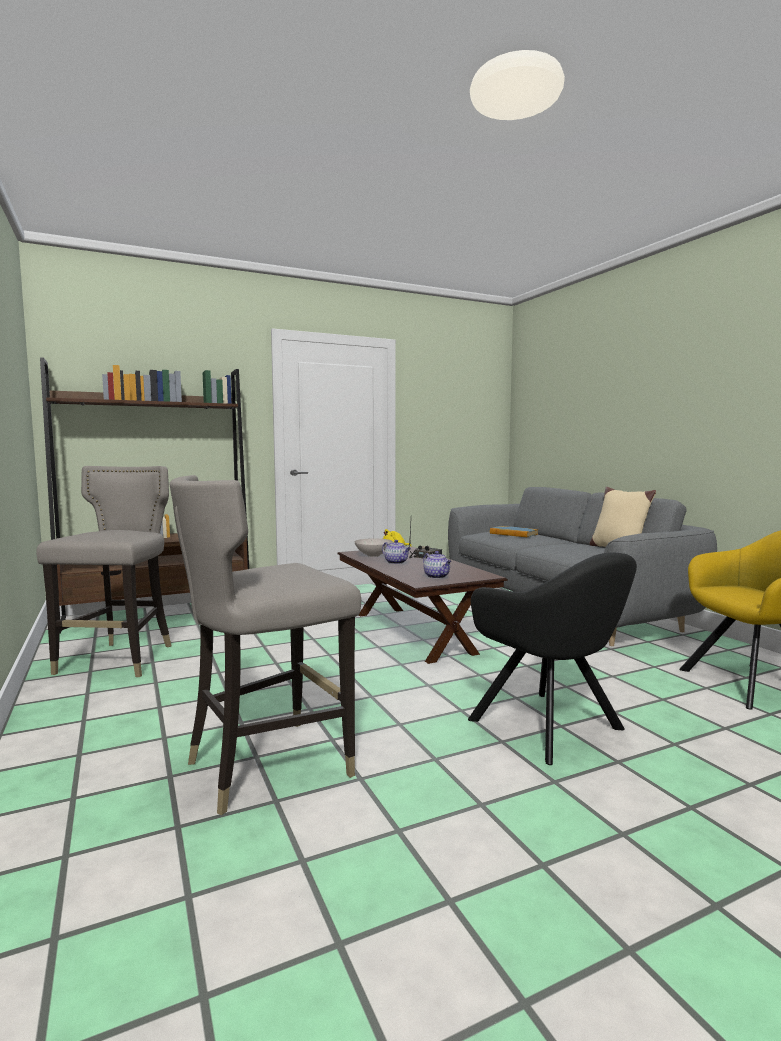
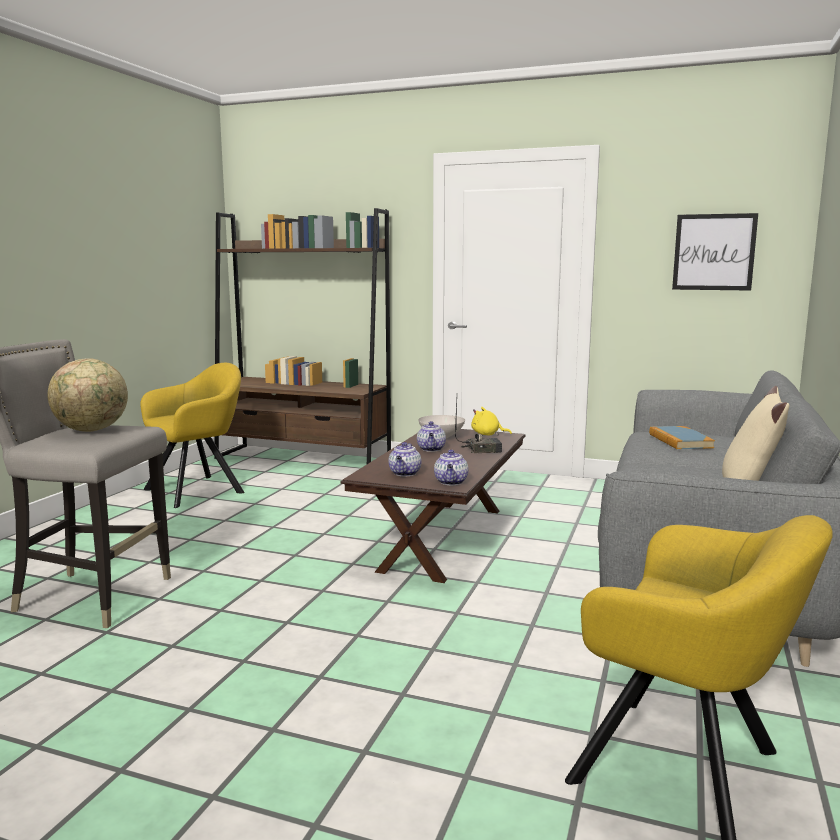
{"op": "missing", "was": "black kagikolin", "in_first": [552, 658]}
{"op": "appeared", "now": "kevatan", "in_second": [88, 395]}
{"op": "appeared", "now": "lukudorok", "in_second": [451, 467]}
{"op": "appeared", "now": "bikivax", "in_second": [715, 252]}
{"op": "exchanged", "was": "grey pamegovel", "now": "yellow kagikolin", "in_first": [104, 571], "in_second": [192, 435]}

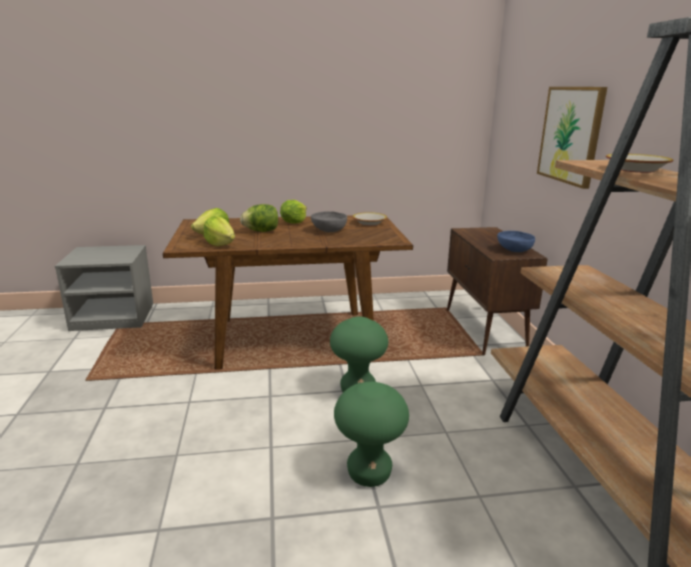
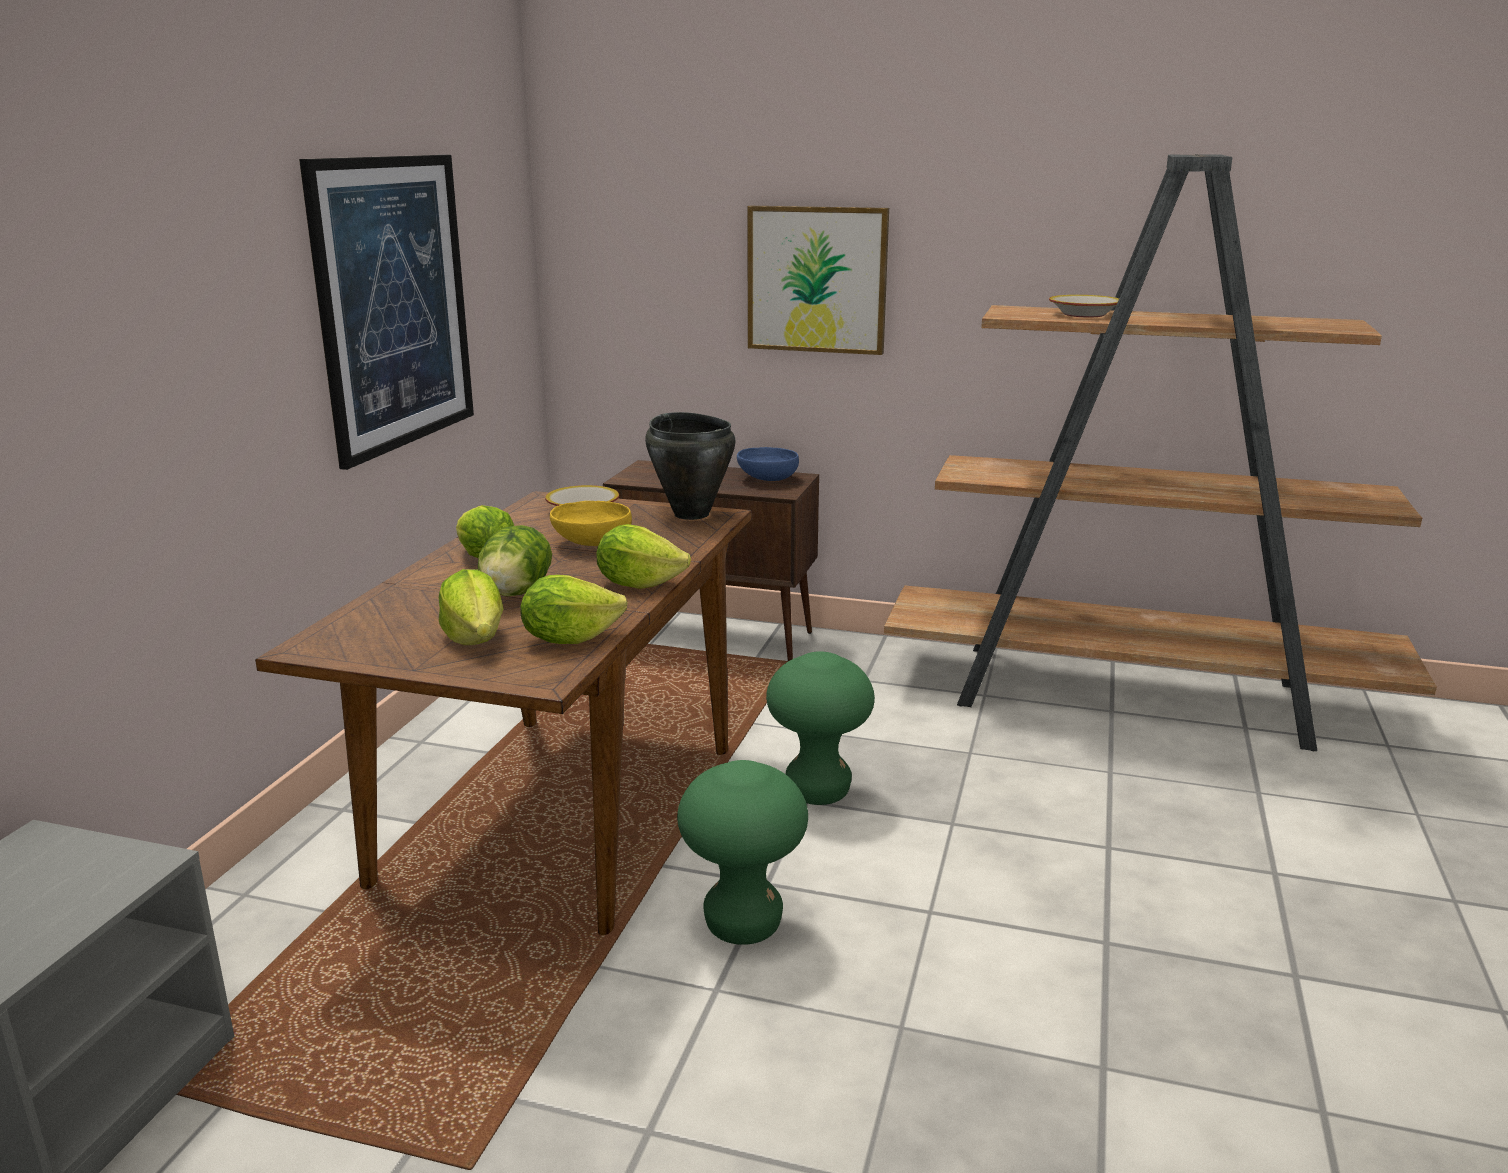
{"op": "appeared", "now": "bikivax", "in_second": [386, 312]}
{"op": "appeared", "now": "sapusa", "in_second": [643, 556]}
{"op": "appeared", "now": "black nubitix", "in_second": [690, 466]}
{"op": "relocated", "was": "green pamegovel", "in_first": [371, 434], "in_second": [742, 852]}
{"op": "colour", "was": "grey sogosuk", "now": "yellow sogosuk", "in_first": [329, 221], "in_second": [591, 523]}

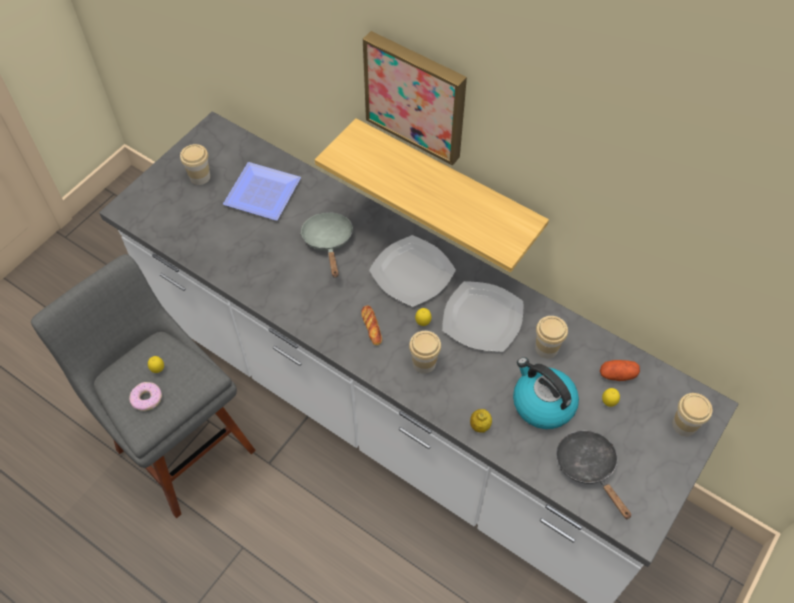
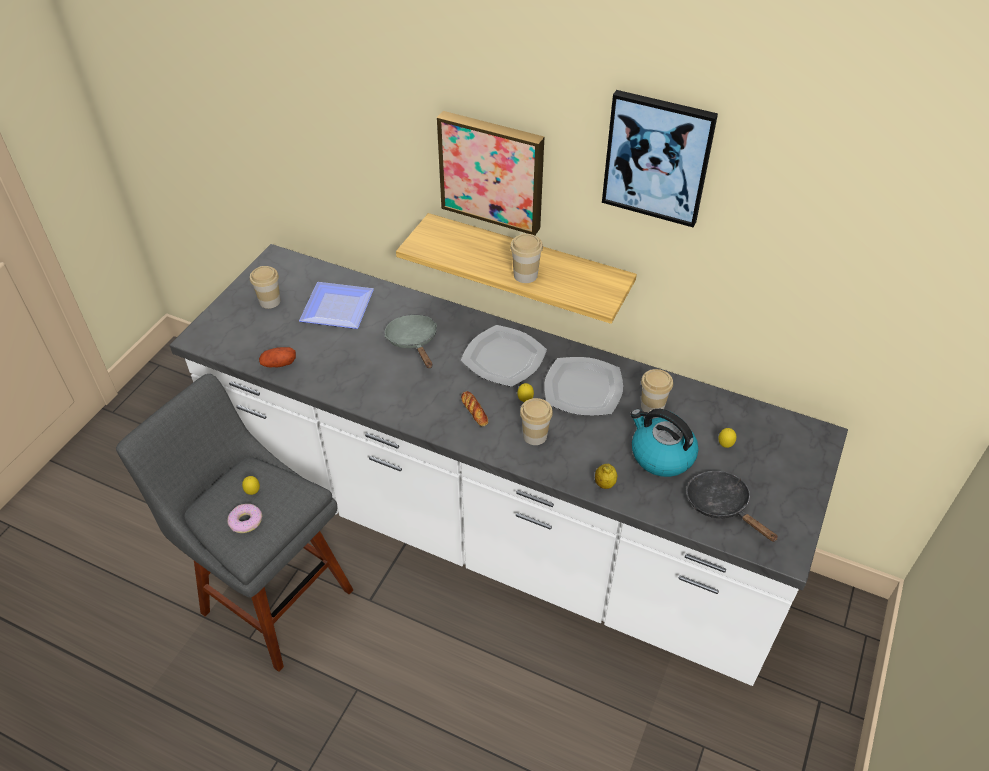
{"op": "appeared", "now": "bikivax", "in_second": [660, 159]}
{"op": "relocated", "was": "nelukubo", "in_first": [620, 370], "in_second": [277, 357]}
{"op": "relocated", "was": "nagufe", "in_first": [692, 414], "in_second": [526, 258]}

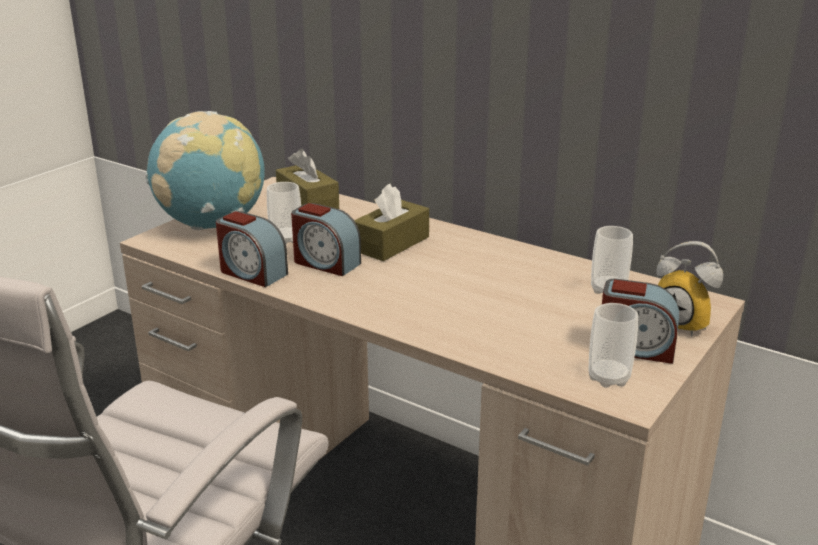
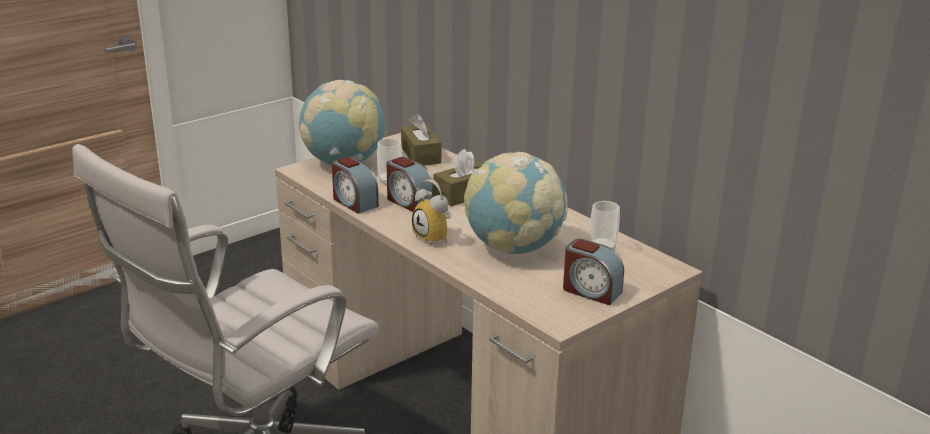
{"op": "missing", "was": "nagufe", "in_first": [613, 345]}
{"op": "appeared", "now": "kevatan", "in_second": [516, 203]}
{"op": "relocated", "was": "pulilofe", "in_first": [689, 289], "in_second": [432, 212]}

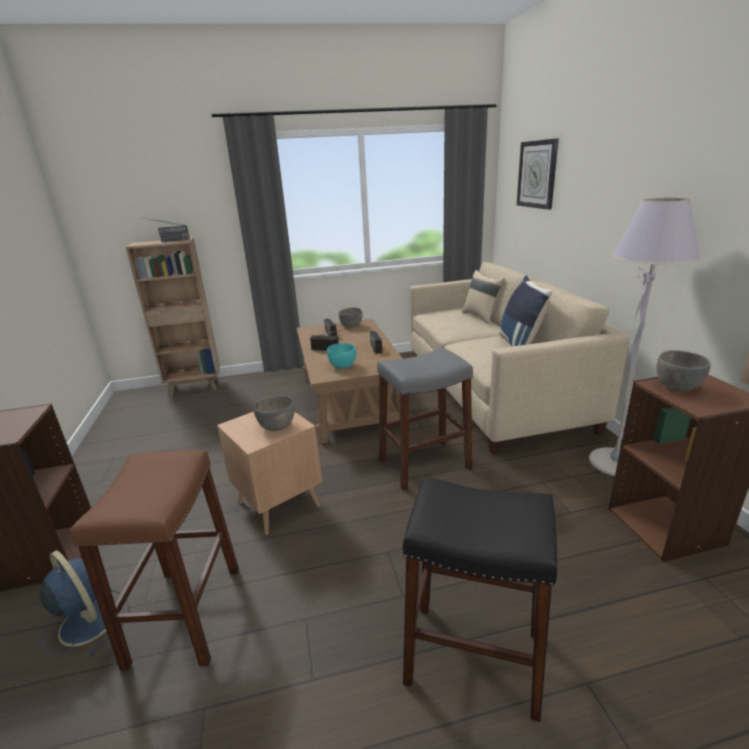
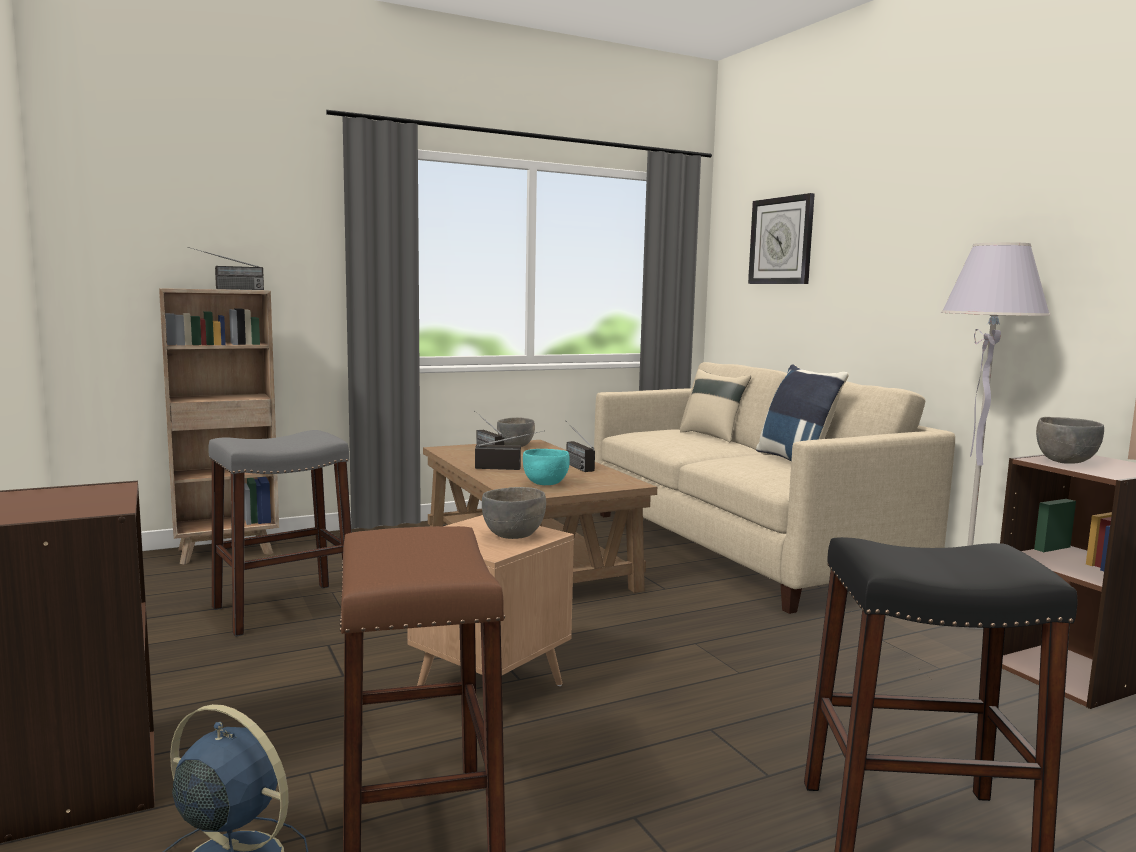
{"op": "relocated", "was": "grey pamegovel", "in_first": [425, 419], "in_second": [280, 533]}

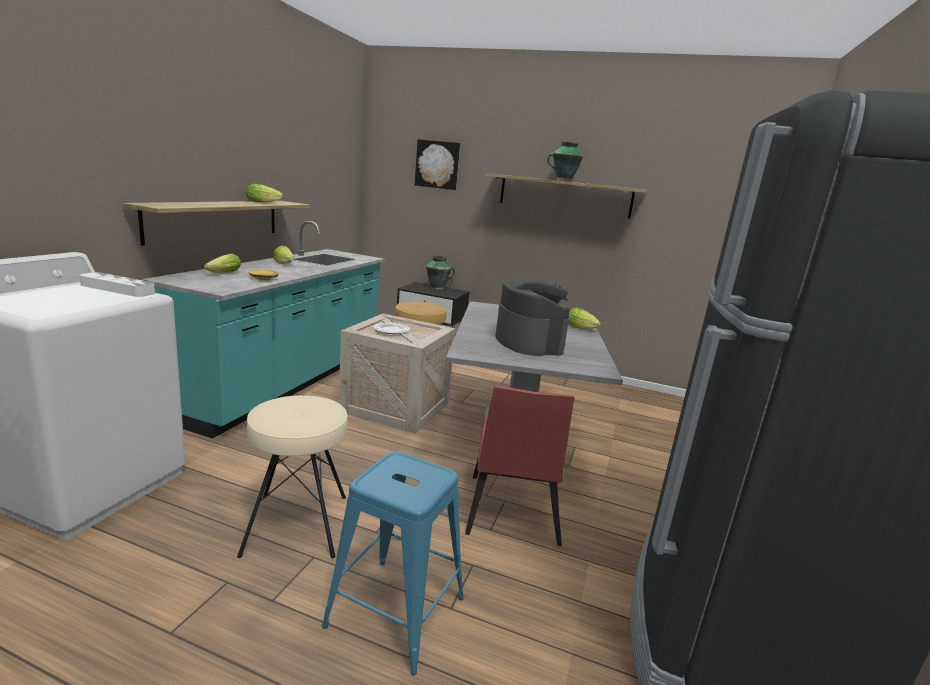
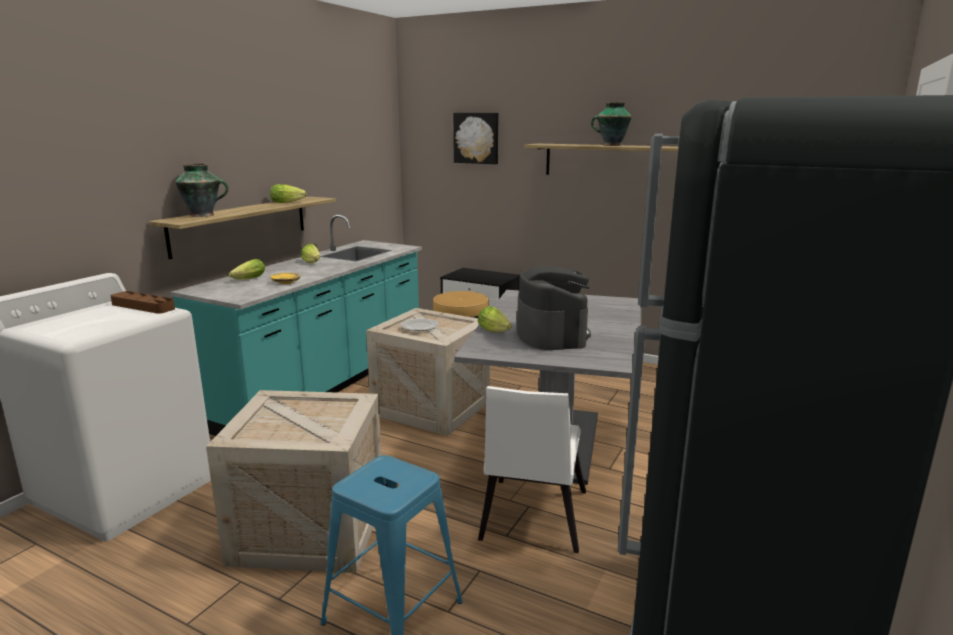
{"op": "relocated", "was": "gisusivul", "in_first": [440, 273], "in_second": [202, 190]}
{"op": "relocated", "was": "sapusa", "in_first": [584, 318], "in_second": [495, 319]}
{"op": "exchanged", "was": "beige pamegovel", "now": "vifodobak", "in_first": [292, 476], "in_second": [294, 481]}
{"op": "colour", "was": "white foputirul", "now": "brown foputirul", "in_first": [117, 284], "in_second": [142, 302]}
{"op": "colour", "was": "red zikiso", "now": "white zikiso", "in_first": [520, 465], "in_second": [532, 469]}

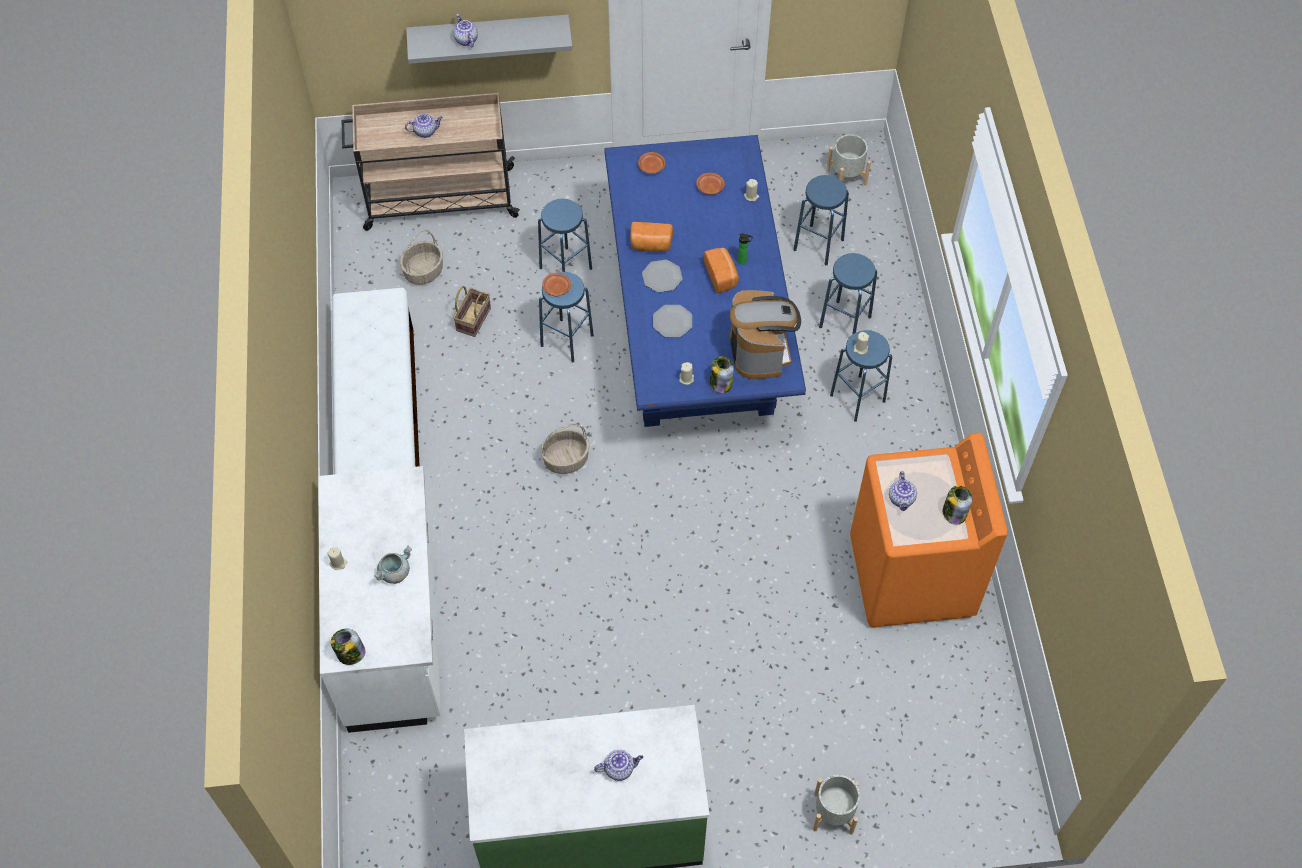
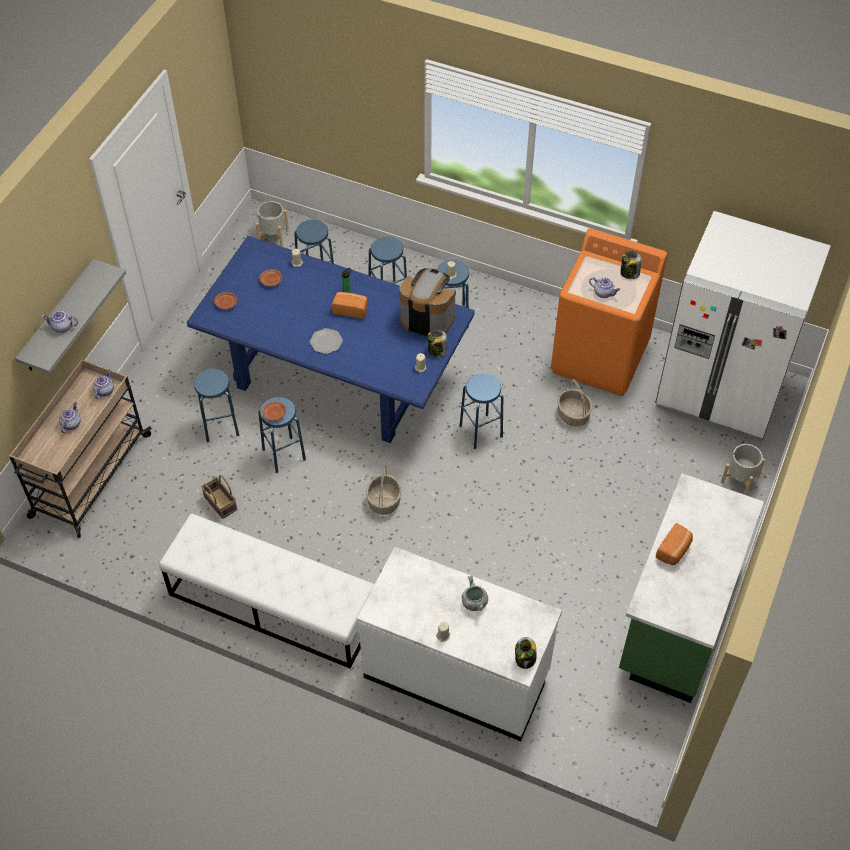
{"op": "missing", "was": "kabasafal", "in_first": [672, 321]}
{"op": "appeared", "now": "blue pamegovel", "in_second": [481, 411]}
{"op": "appeared", "now": "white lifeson", "in_second": [743, 327]}
{"op": "relocated", "was": "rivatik", "in_first": [421, 257], "in_second": [575, 402]}
{"op": "relocated", "was": "lukudorok", "in_first": [618, 765], "in_second": [103, 384]}
{"op": "relocated", "was": "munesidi", "in_first": [651, 237], "in_second": [674, 544]}

